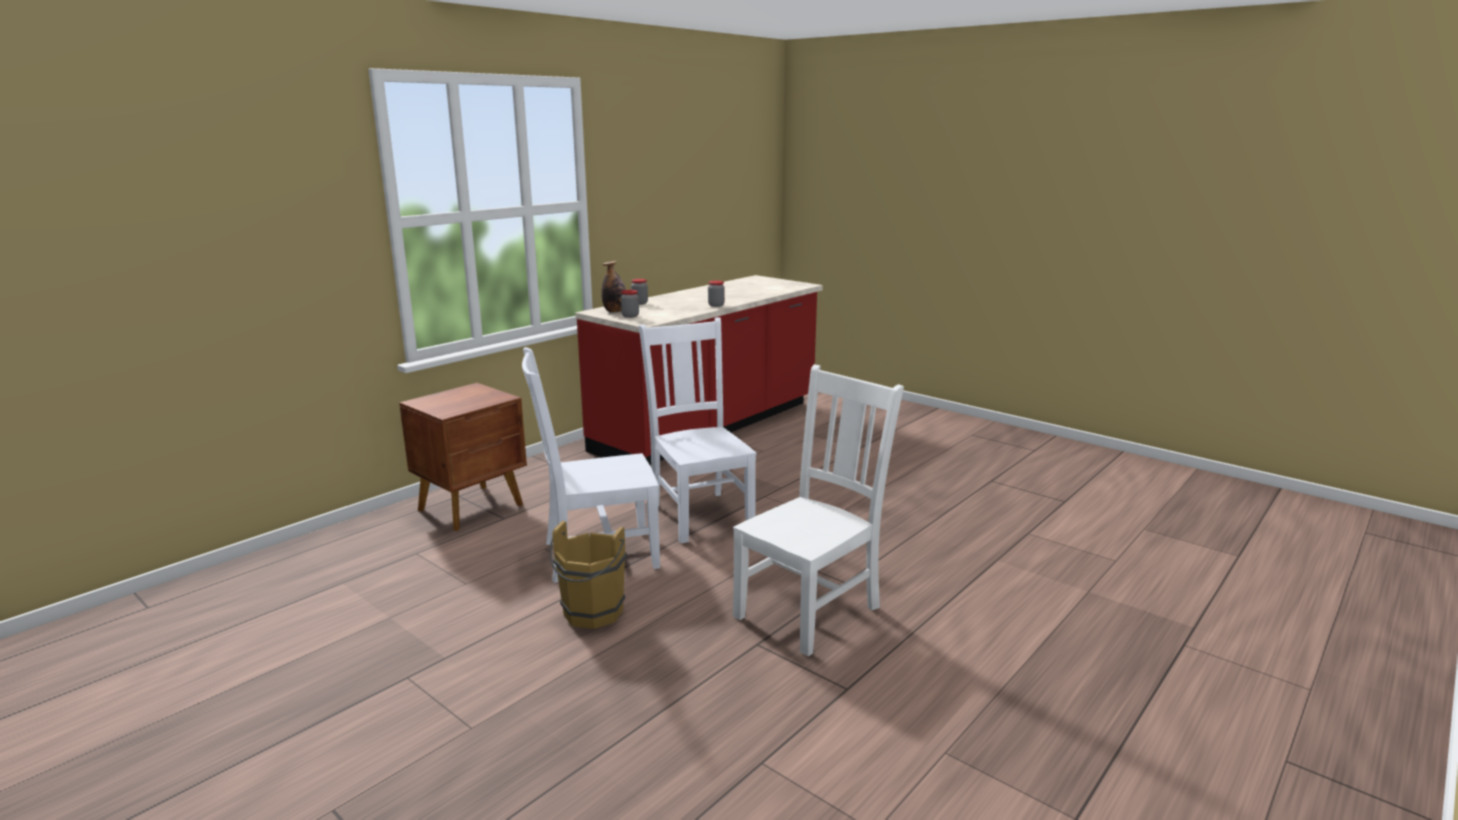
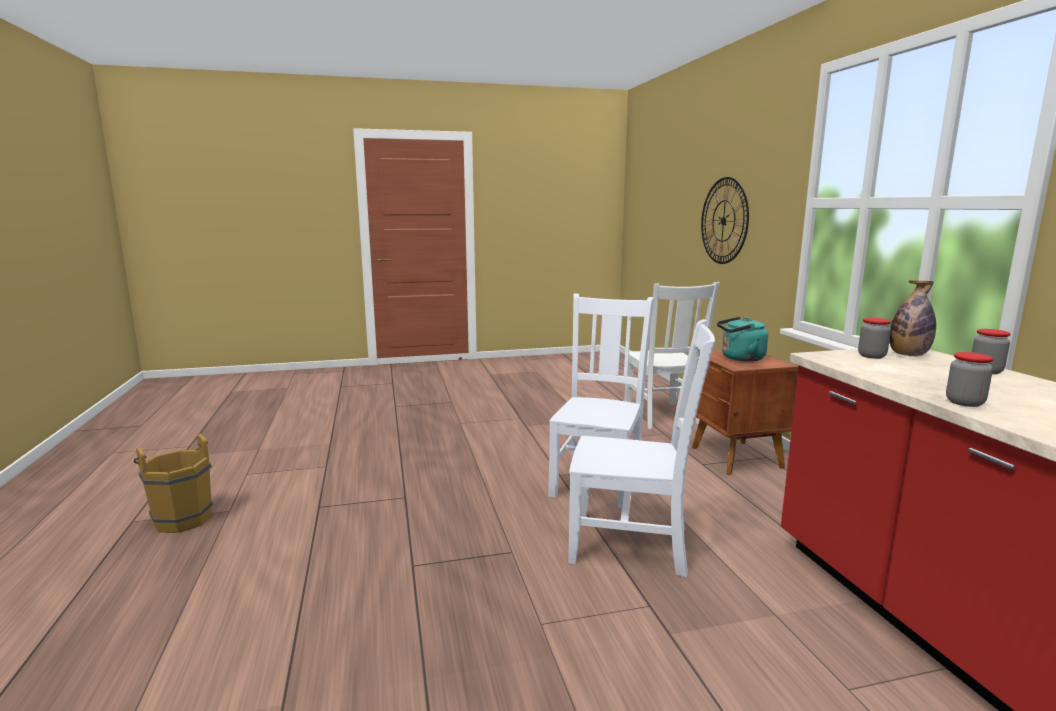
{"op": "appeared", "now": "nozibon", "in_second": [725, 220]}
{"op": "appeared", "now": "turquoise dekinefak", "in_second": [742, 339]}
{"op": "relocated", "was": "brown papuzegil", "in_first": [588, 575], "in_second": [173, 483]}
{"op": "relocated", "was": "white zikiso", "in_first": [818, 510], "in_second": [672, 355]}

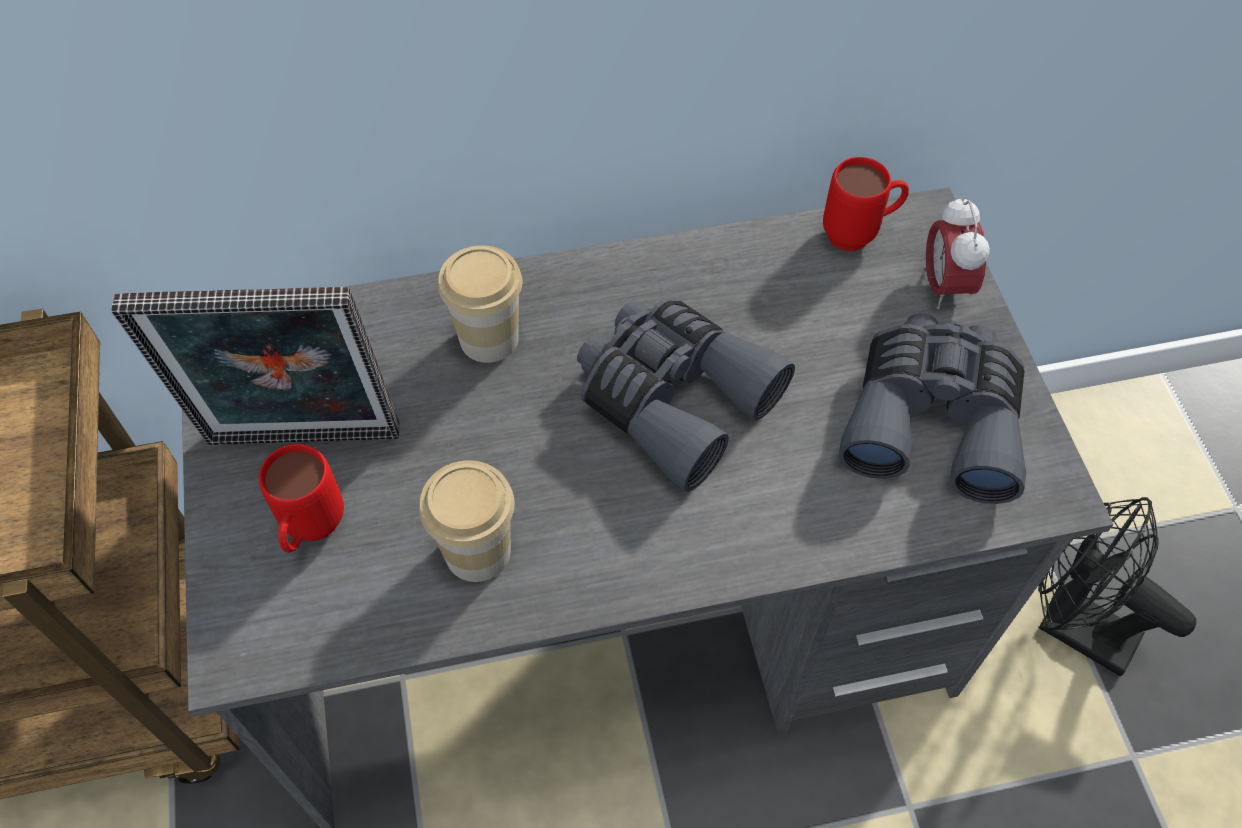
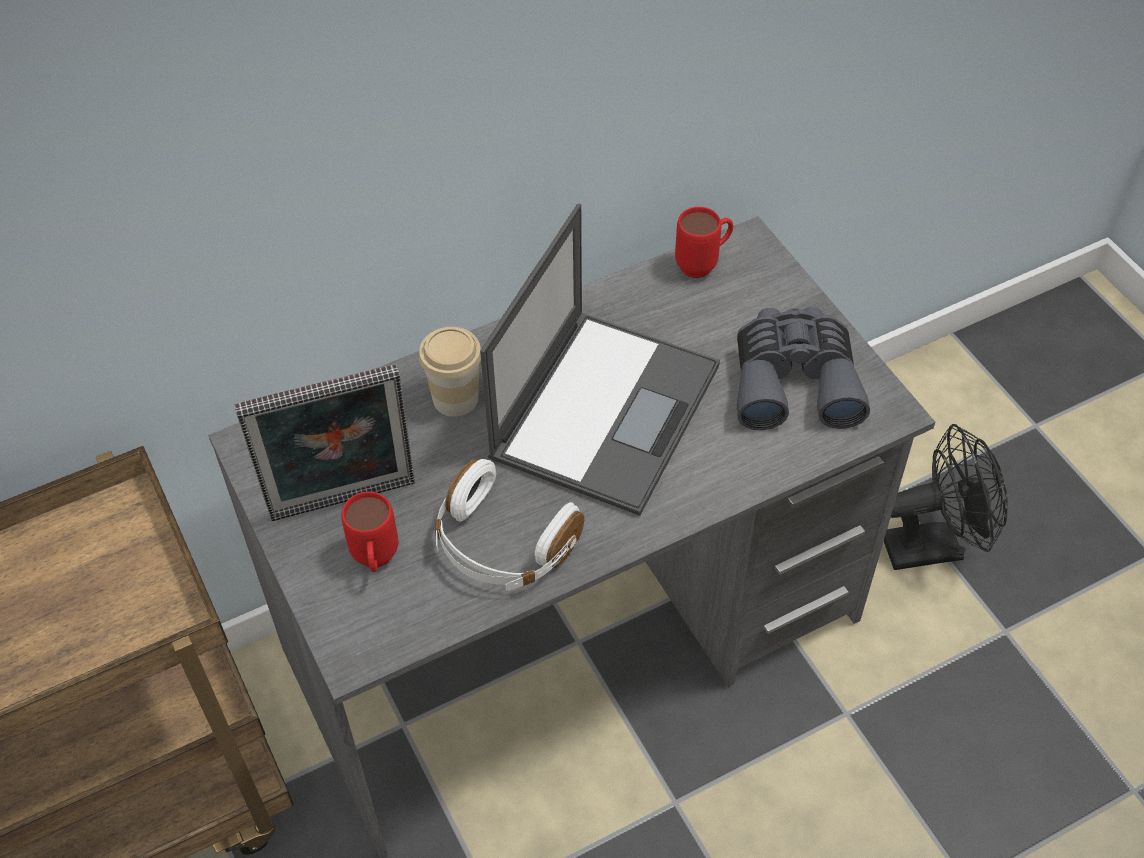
{"op": "missing", "was": "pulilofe", "in_first": [958, 252]}
{"op": "exchanged", "was": "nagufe", "now": "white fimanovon", "in_first": [467, 521], "in_second": [509, 525]}
{"op": "exchanged", "was": "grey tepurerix", "now": "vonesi", "in_first": [686, 395], "in_second": [600, 360]}
{"op": "spun", "was": "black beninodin", "in_first": [1117, 586], "in_second": [946, 497], "clockwise": 150}

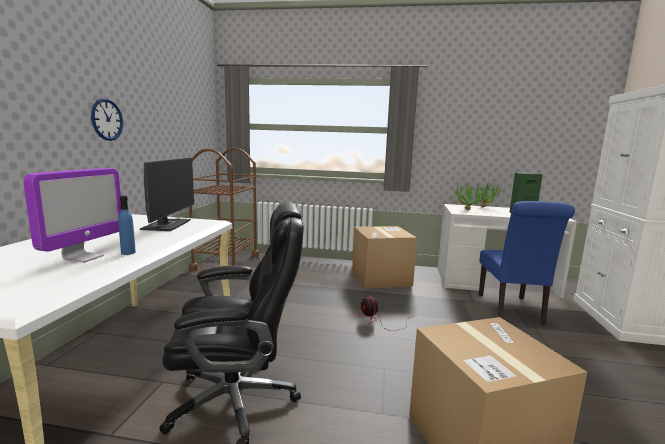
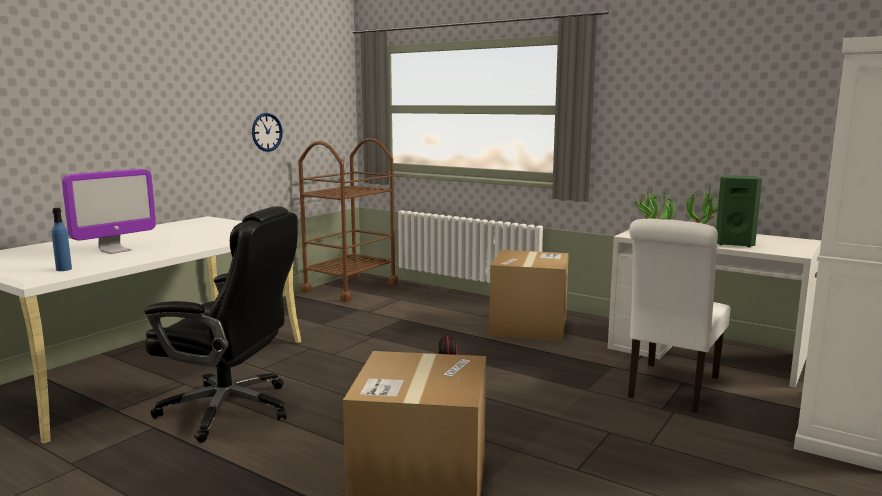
{"op": "missing", "was": "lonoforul", "in_first": [167, 194]}
{"op": "relocated", "was": "nozibon", "in_first": [107, 119], "in_second": [267, 132]}
{"op": "relocated", "was": "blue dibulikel", "in_first": [127, 225], "in_second": [62, 239]}
{"op": "colour", "was": "blue zikiso", "now": "white zikiso", "in_first": [527, 263], "in_second": [679, 316]}

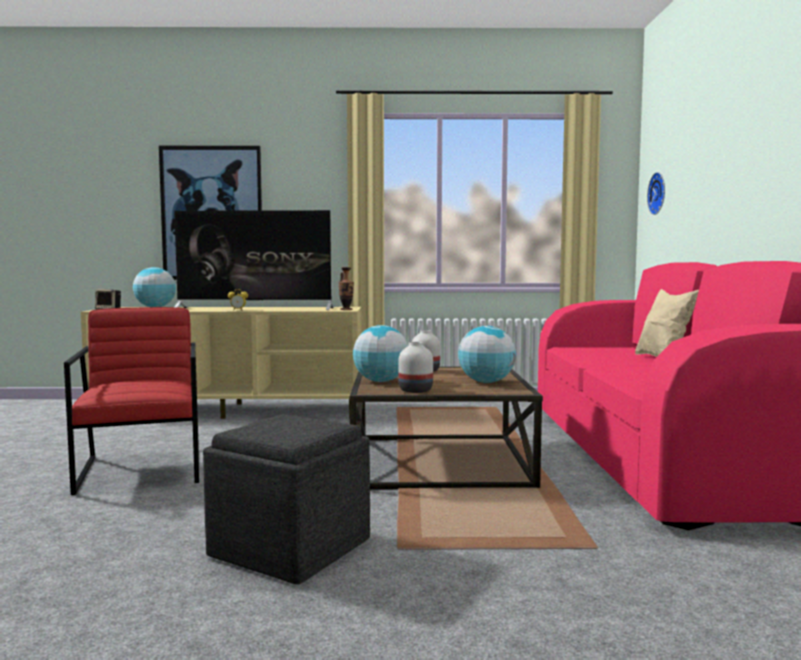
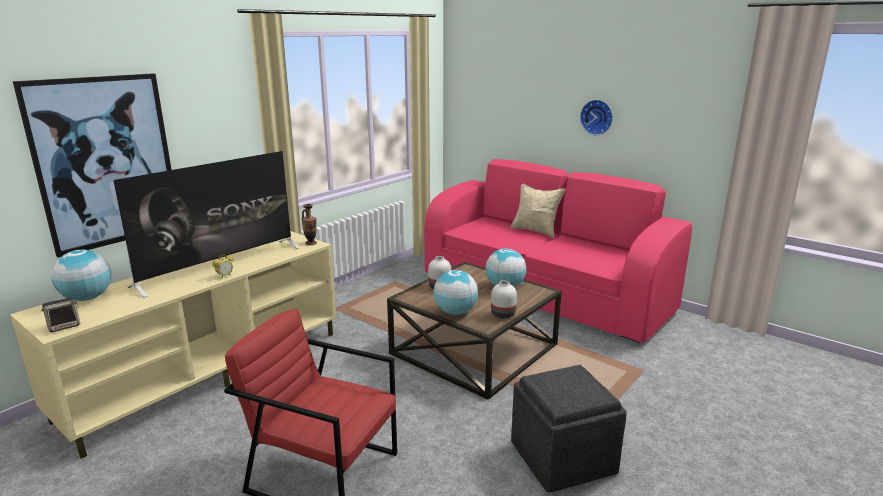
{"op": "relocated", "was": "nozibon", "in_first": [656, 193], "in_second": [596, 117]}

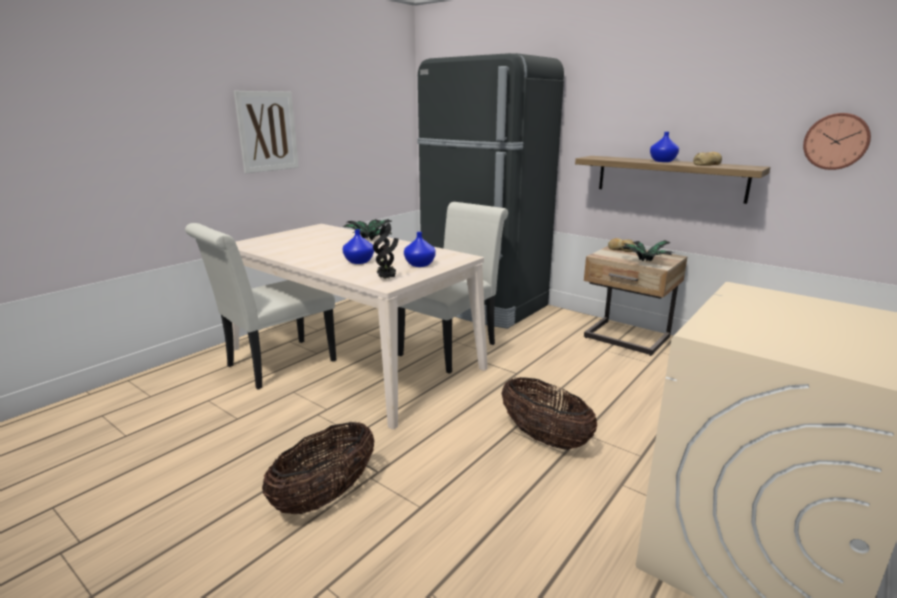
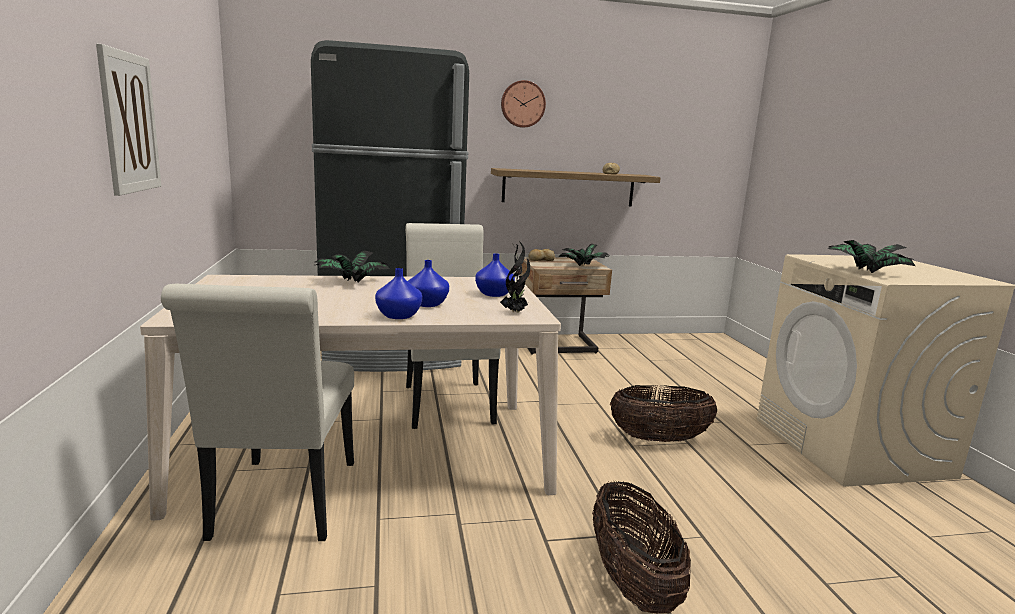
{"op": "appeared", "now": "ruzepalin", "in_second": [871, 256]}
{"op": "relocated", "was": "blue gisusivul", "in_first": [664, 147], "in_second": [398, 293]}
{"op": "relocated", "was": "nozibon", "in_first": [837, 141], "in_second": [523, 104]}

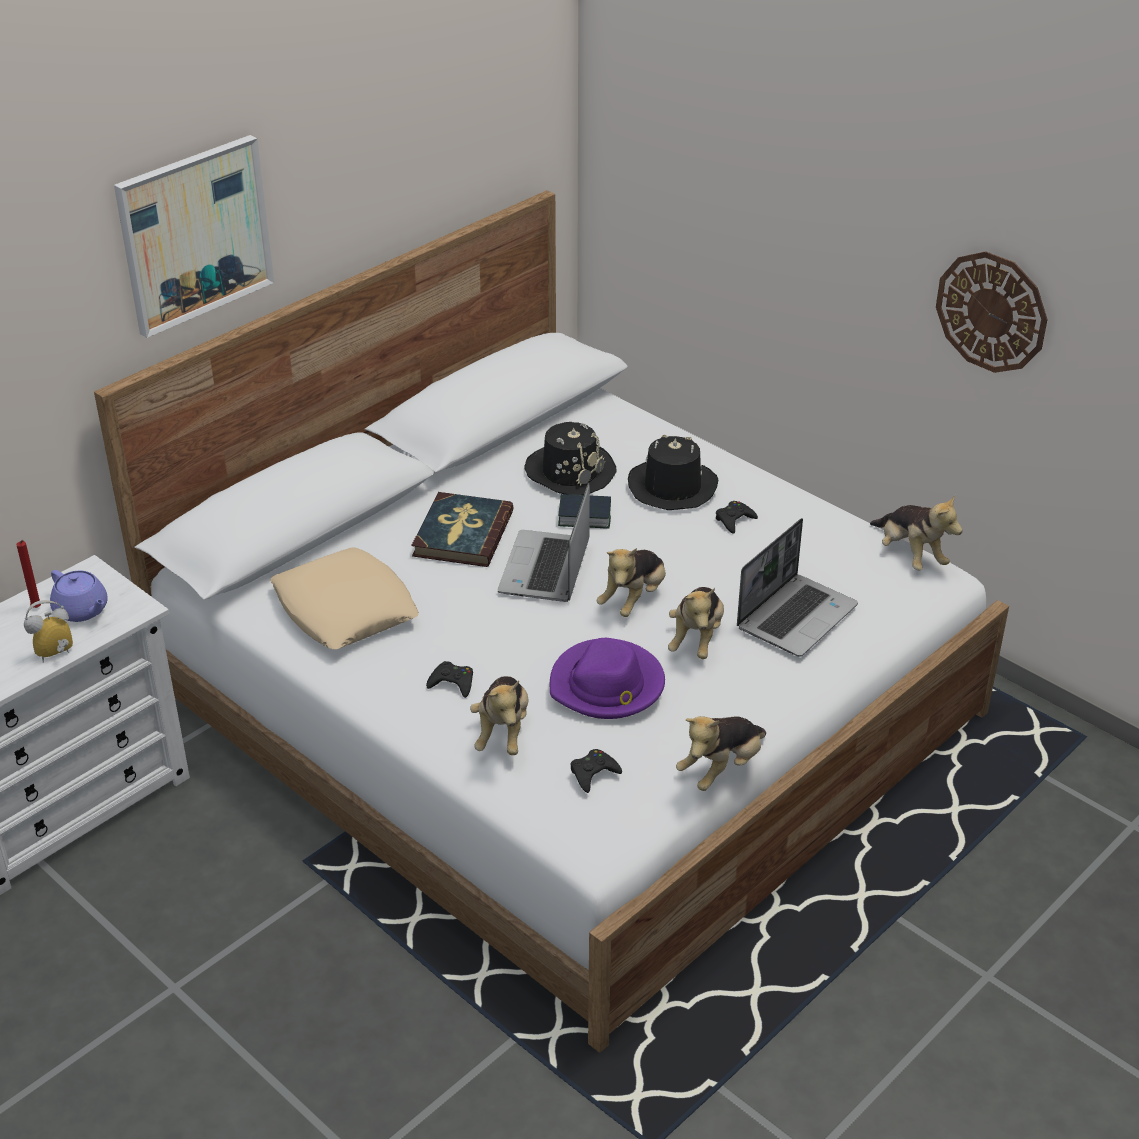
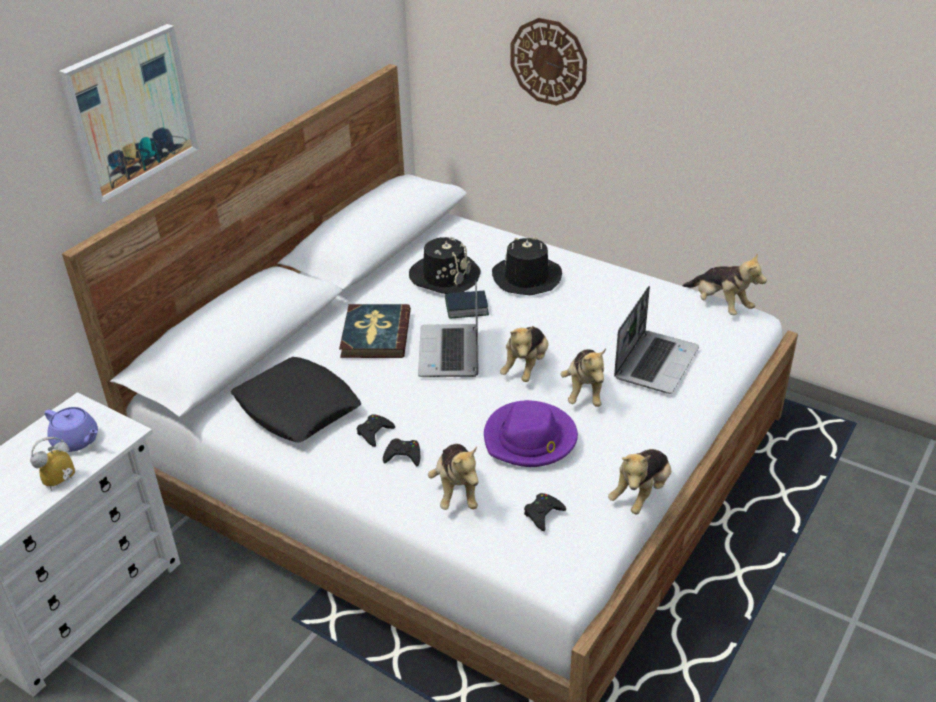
{"op": "missing", "was": "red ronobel", "in_first": [28, 574]}
{"op": "relocated", "was": "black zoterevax", "in_first": [737, 517], "in_second": [376, 430]}
{"op": "relocated", "was": "nozibon", "in_first": [992, 312], "in_second": [548, 62]}
{"op": "colour", "was": "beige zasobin", "now": "black zasobin", "in_first": [344, 598], "in_second": [296, 399]}

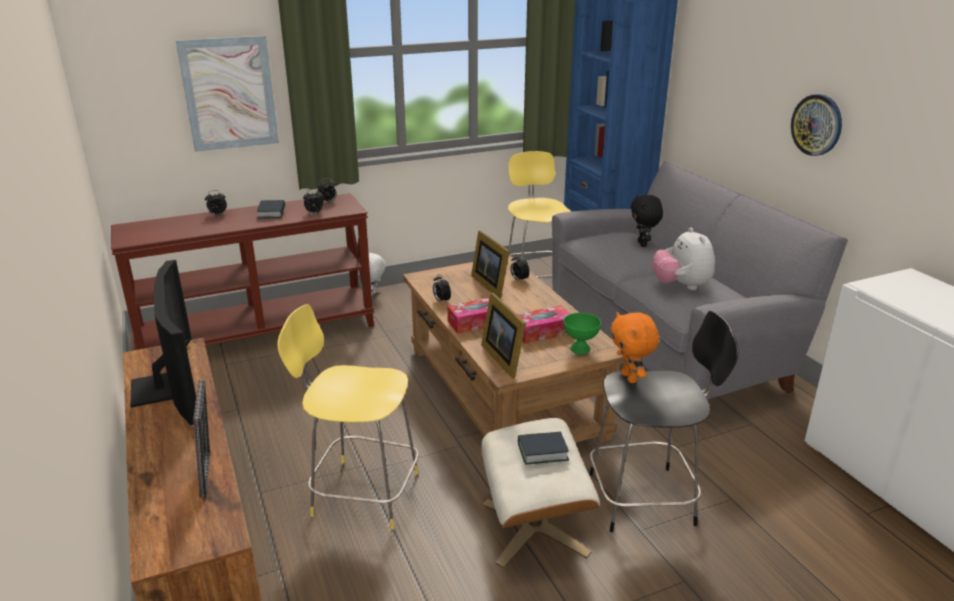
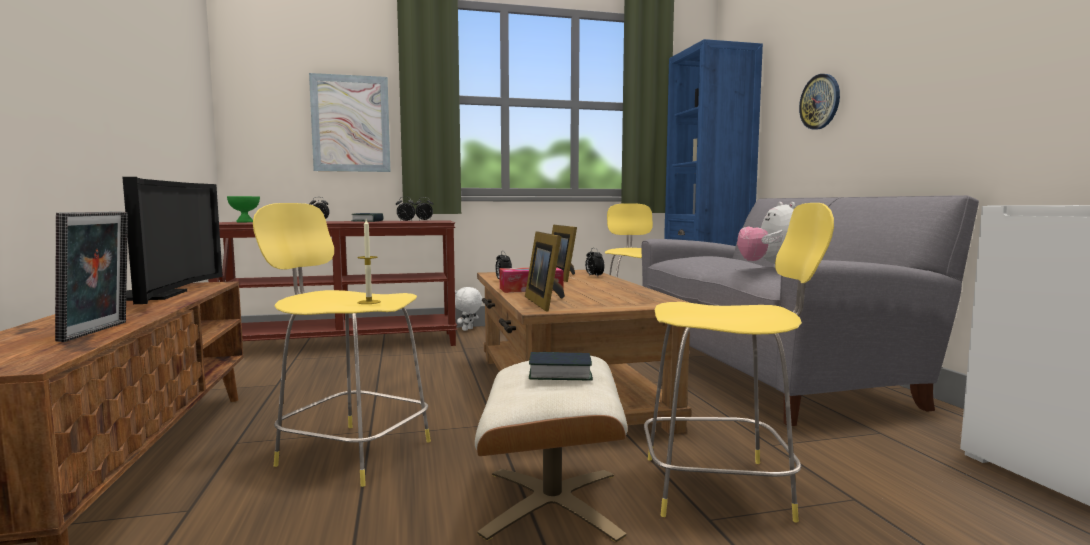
{"op": "missing", "was": "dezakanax", "in_first": [543, 324]}
{"op": "missing", "was": "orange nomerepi", "in_first": [635, 347]}
{"op": "missing", "was": "black nomerepi", "in_first": [647, 220]}
{"op": "appeared", "now": "ronobel", "in_second": [369, 261]}
{"op": "relocated", "was": "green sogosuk", "in_first": [582, 333], "in_second": [243, 209]}
{"op": "relocated", "was": "nozibon", "in_first": [816, 125], "in_second": [819, 102]}
{"op": "colour", "was": "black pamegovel", "now": "yellow pamegovel", "in_first": [664, 421], "in_second": [739, 362]}

